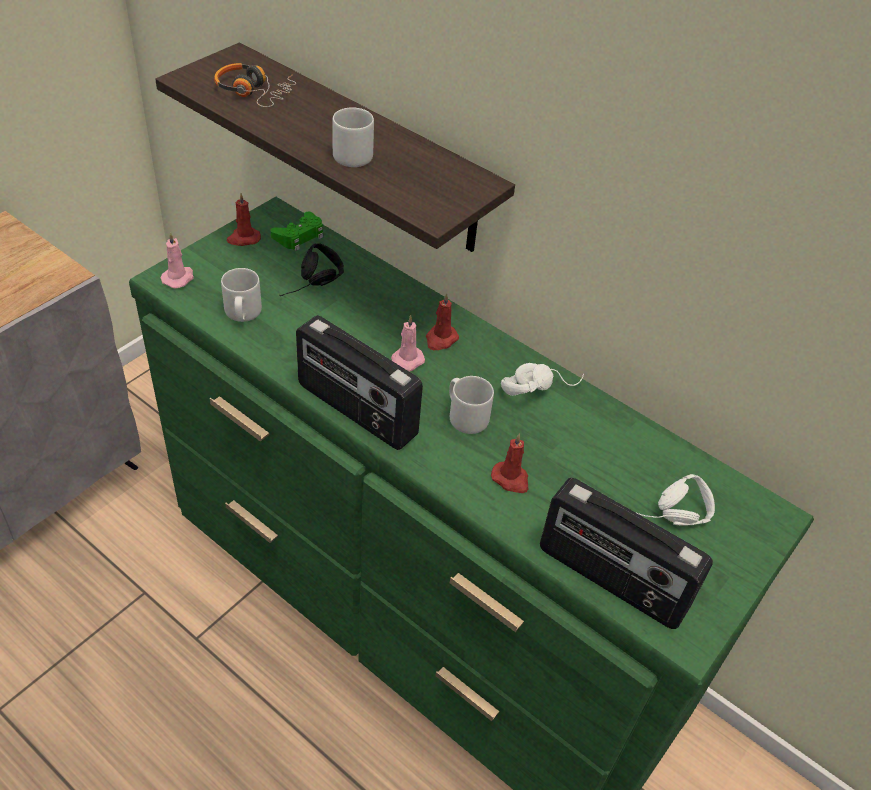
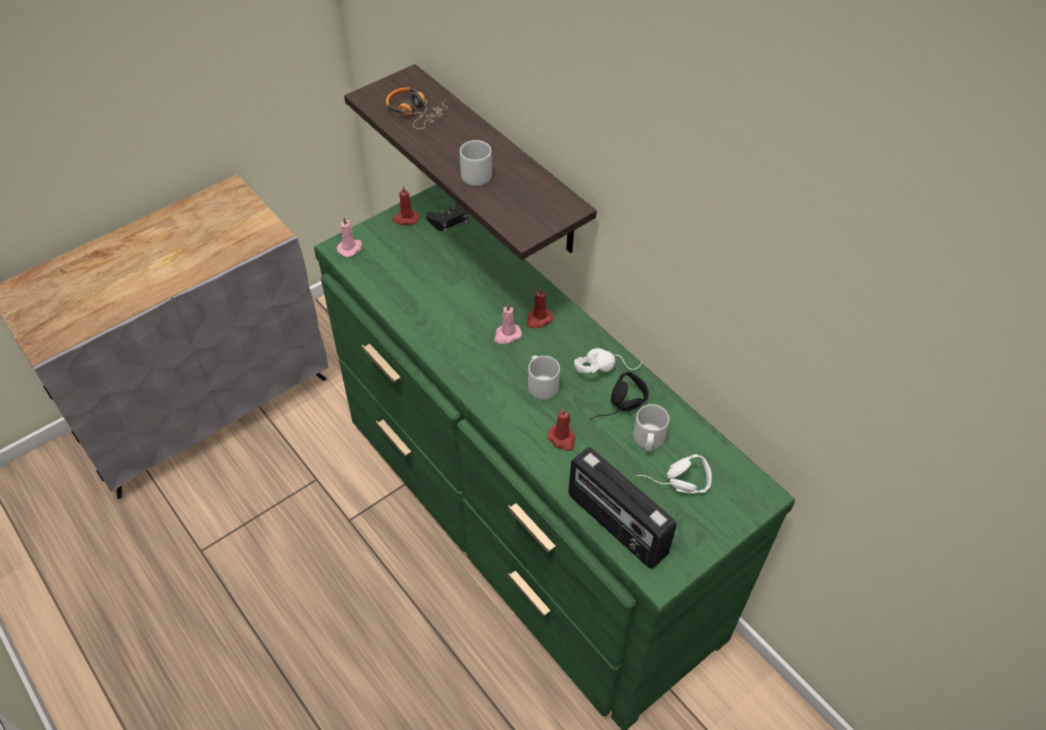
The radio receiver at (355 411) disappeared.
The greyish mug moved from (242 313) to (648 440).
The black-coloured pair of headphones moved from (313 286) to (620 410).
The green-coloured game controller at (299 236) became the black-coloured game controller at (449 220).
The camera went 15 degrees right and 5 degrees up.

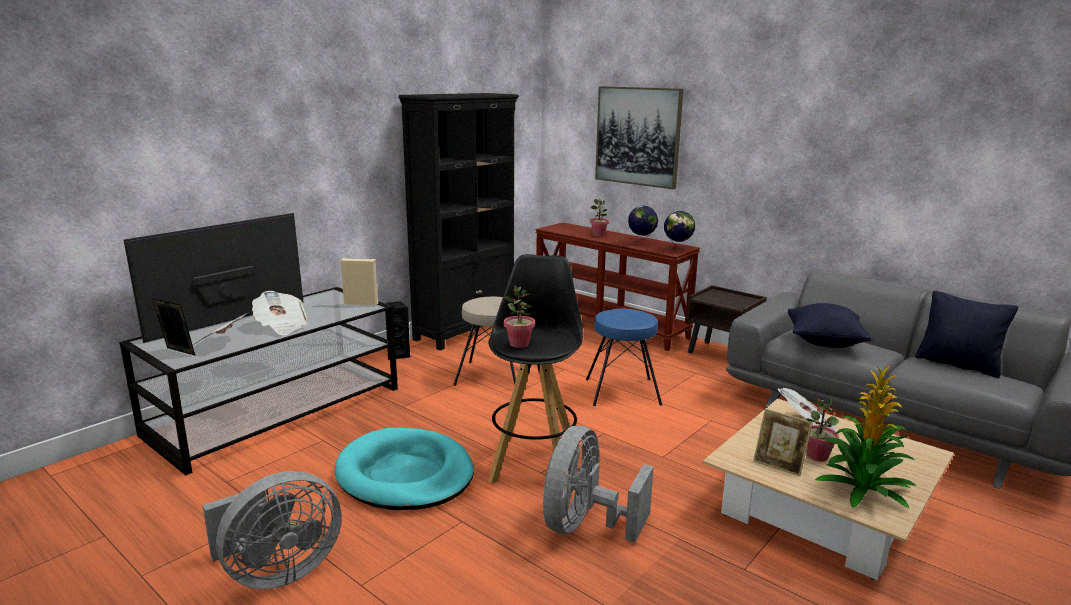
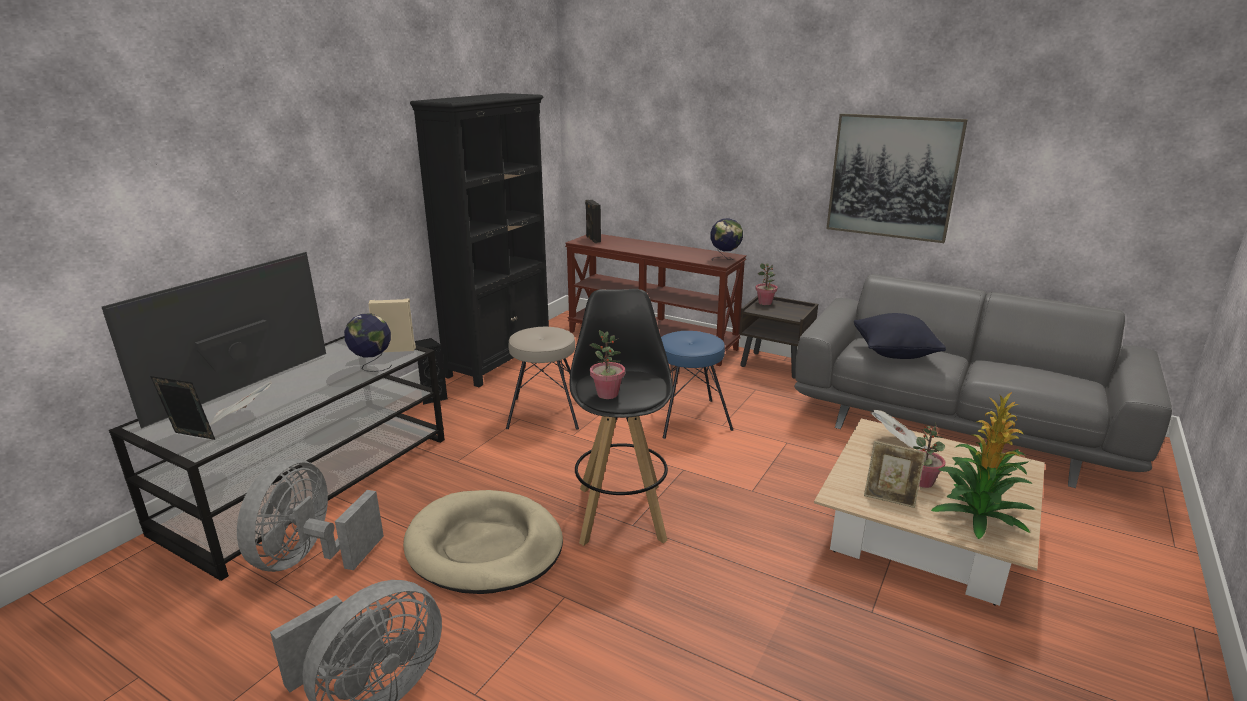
The newspaper at (281 326) disappeared.
The black-coloured pillow at (957 364) disappeared.
The black-coloured audio speaker at (592 239) appeared.
The greyish fan moved from (585 525) to (310 558).
The houseplant moved from (599 235) to (765 303).
The wall art moved from (638 136) to (892 177).
The globe moved from (641 243) to (372 366).
The blue-green dog cushion at (405 474) became the beige dog cushion at (484 546).
The camera went 10 degrees left and 5 degrees up.

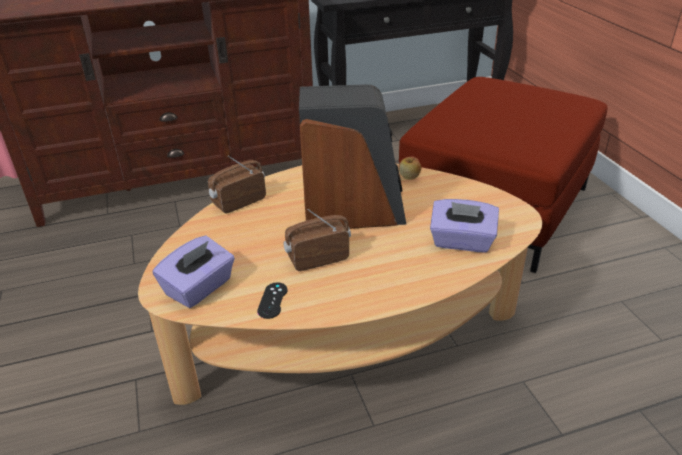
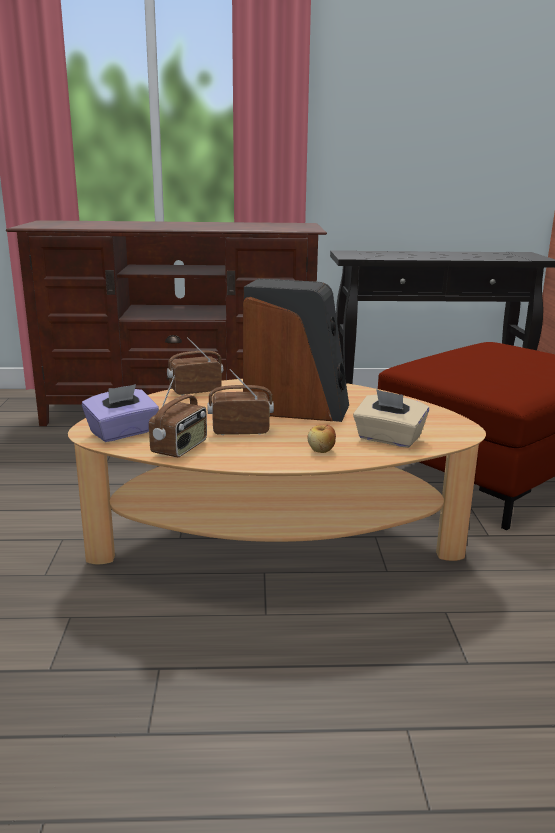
The whole apple moved from (409 177) to (321 450).
The black-coloured game controller at (272 300) was replaced by the radio receiver at (180 448).
The purple box of tissues at (461 242) became the beige box of tissues at (388 439).
The camera went 15 degrees right and 15 degrees down.

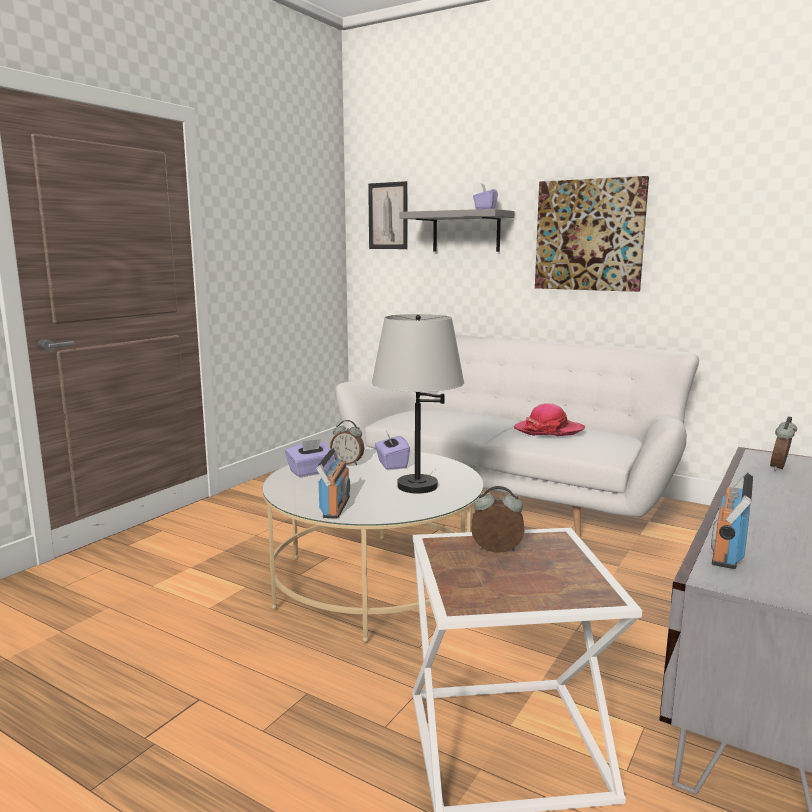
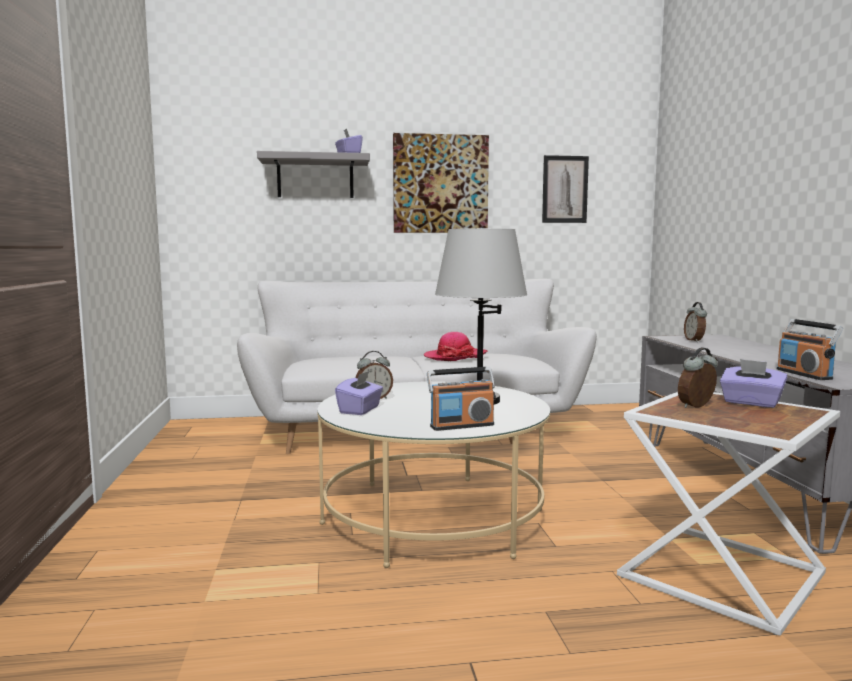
The wall art moved from (388 216) to (565 189).
The purple box of tissues moved from (391 464) to (751 403).
The radio receiver at (335 507) turned 105 degrees clockwise.
The camera went 40 degrees left and 5 degrees down.

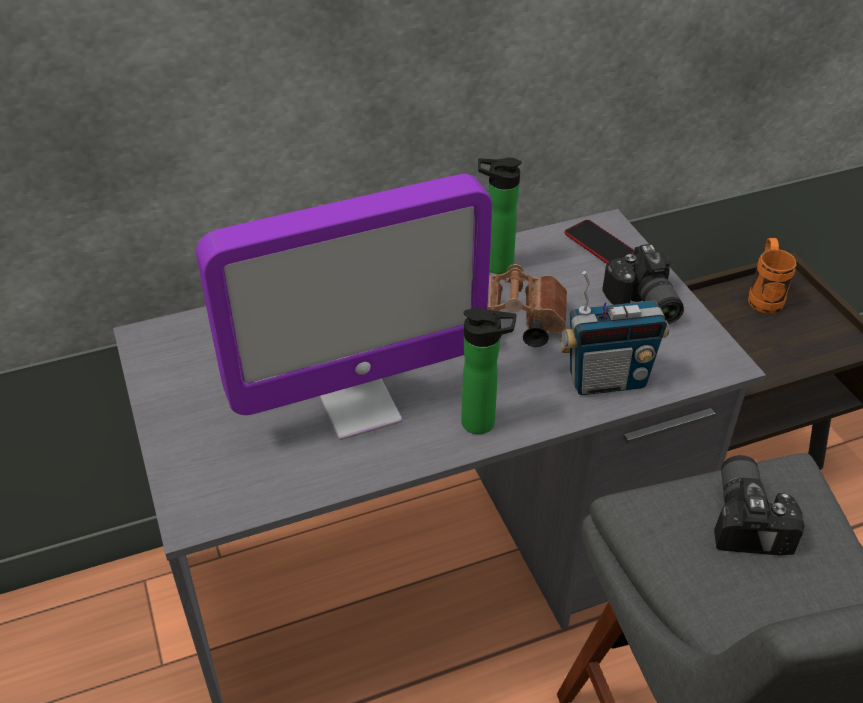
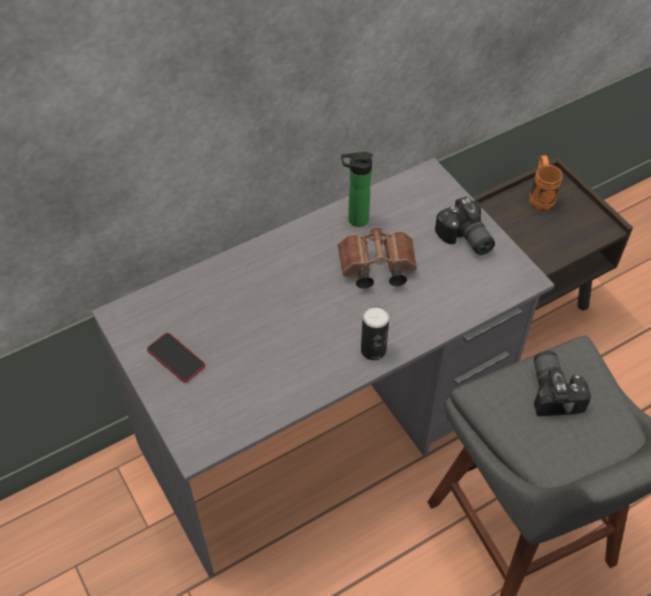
The monitor at (359 406) disappeared.
The radio receiver at (606 380) disappeared.
The handset moved from (599 244) to (176 358).
The beverage bottle at (483 423) was replaced by the metal can at (373 350).
The camera went 10 degrees left and 10 degrees up.

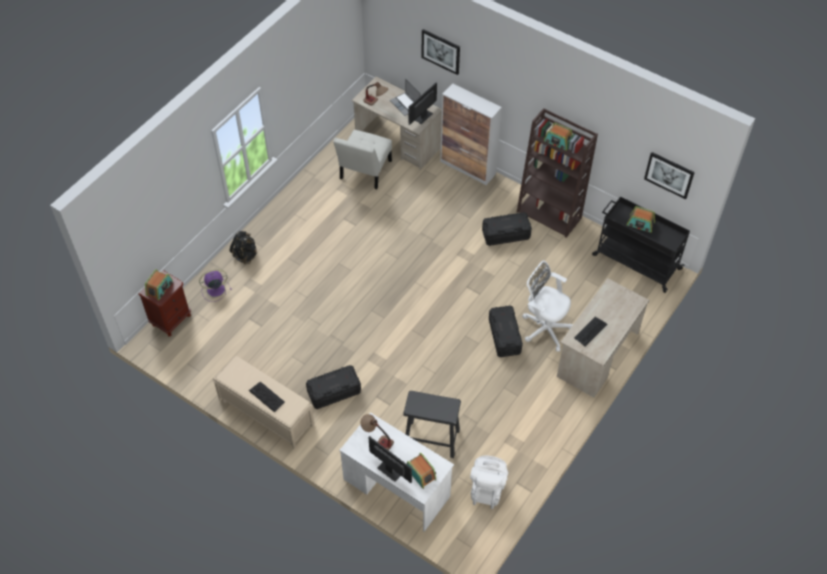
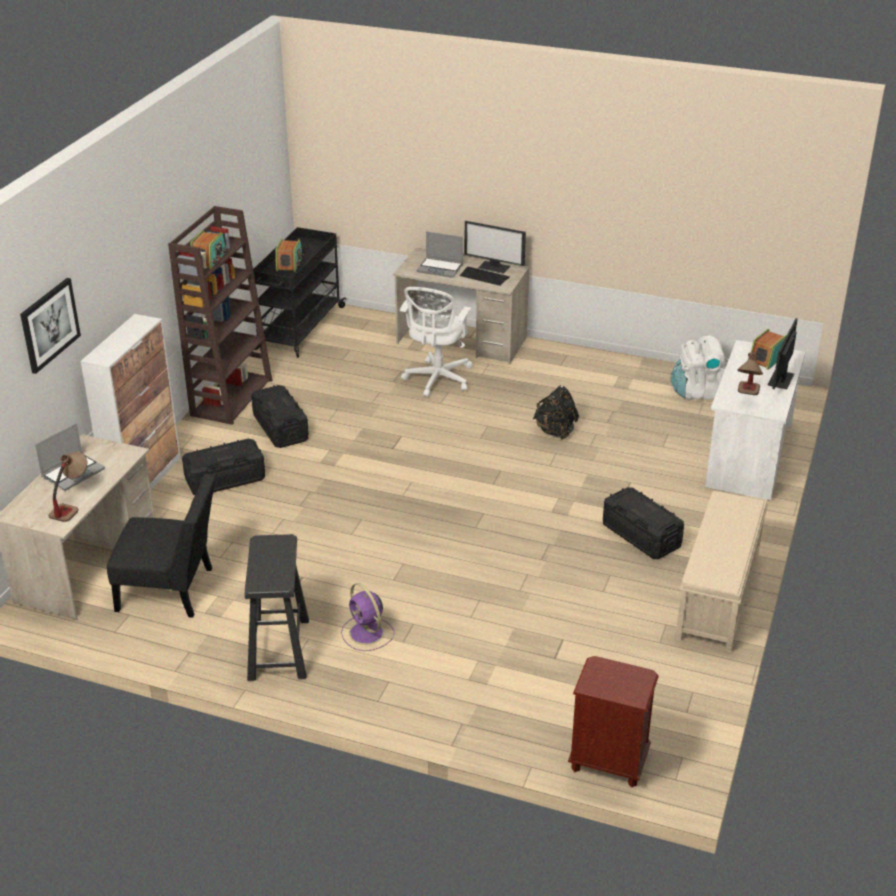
The radio receiver at (159 288) disappeared.
The keyboard at (266 397) disappeared.
The wall art at (669 175) disappeared.
The portable computer at (440 268) appeared.
The purple fan moved from (215 290) to (367 634).
The black-coloured knapsack moved from (245 255) to (555 431).
The black-coloured stool seat moved from (432 439) to (279 649).
The monitor moved from (422 116) to (494 267).
The black-coloured storage box moved from (504 336) to (225 479).
The white-coloured upright chair at (364 172) became the black-coloured upright chair at (171 591).
The camera went 105 degrees left and 20 degrees down.

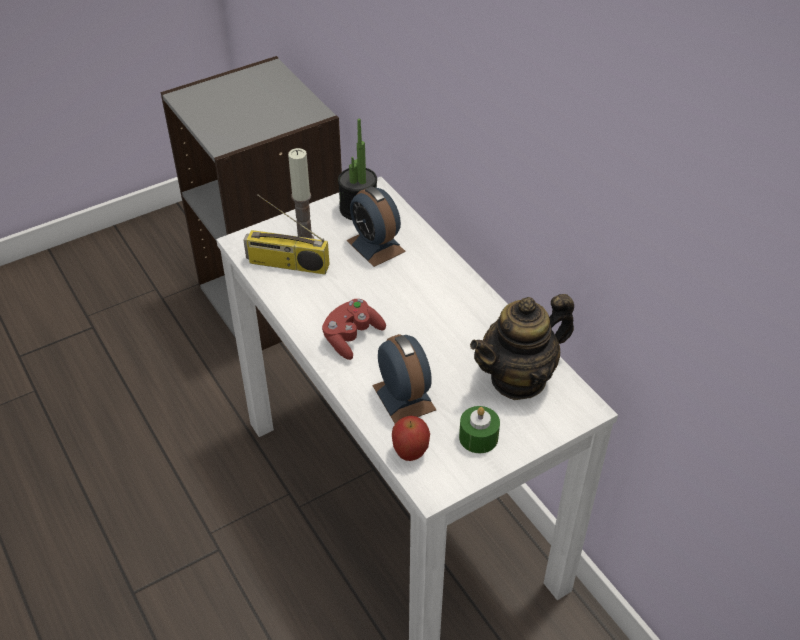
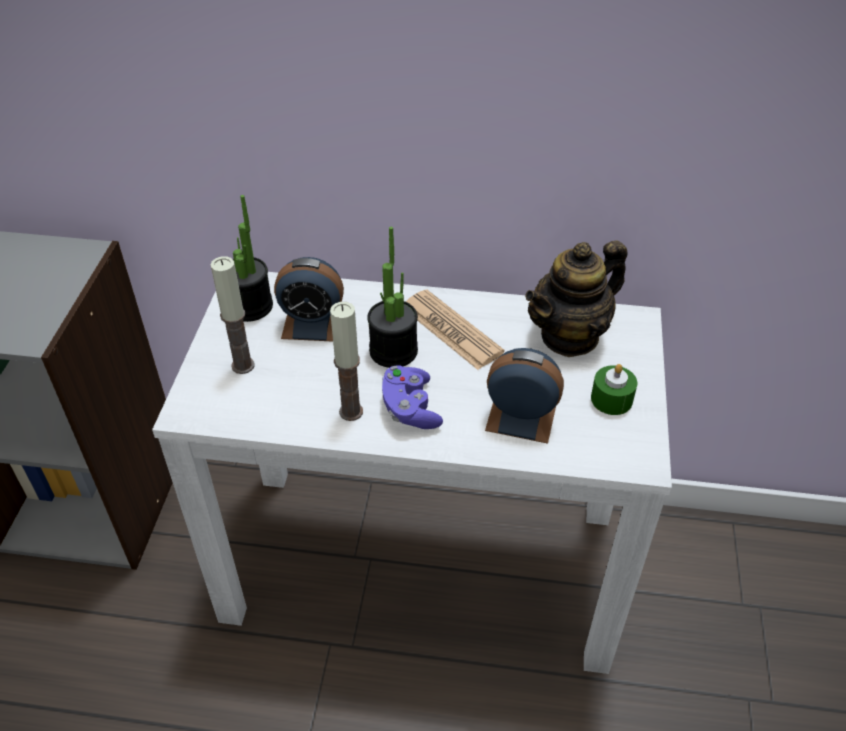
The radio receiver at (287 264) disappeared.
The whole apple at (410 453) disappeared.
The wax light at (351 411) appeared.
The houseplant at (393 351) appeared.
The newspaper at (451 330) appeared.
The reddish game controller at (352 337) became the purple game controller at (410 409).
The teapot at (518 378) turned 45 degrees clockwise.
The camera went 50 degrees left and 0 degrees up.

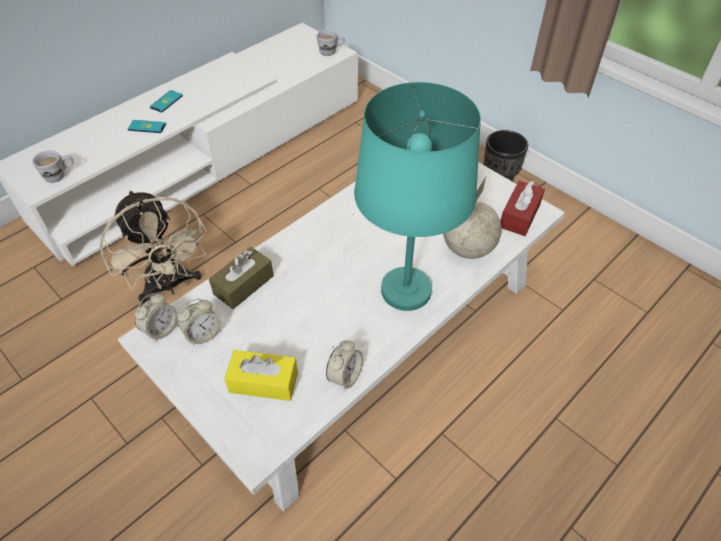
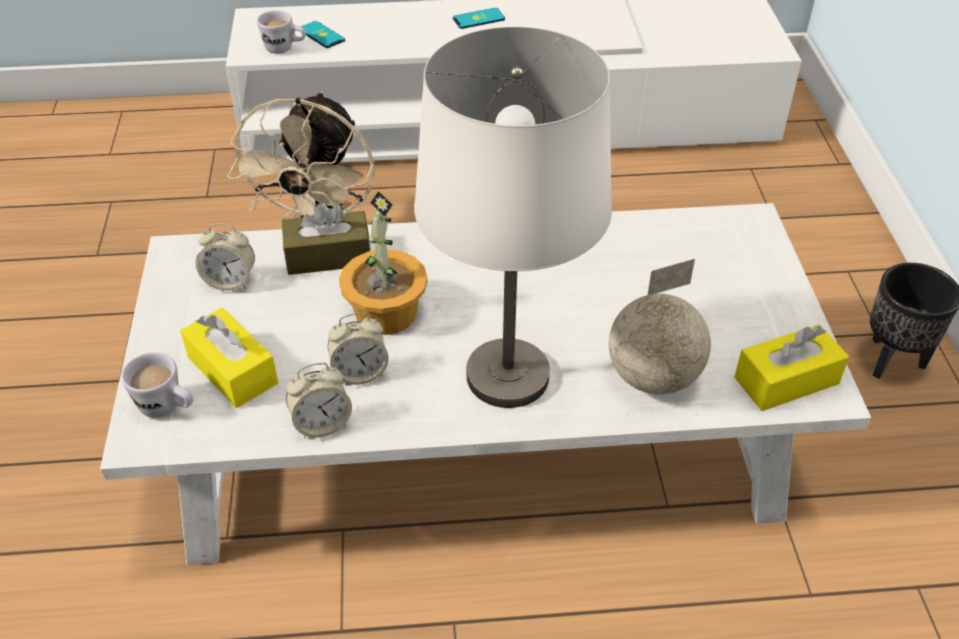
The houseplant at (385 312) appeared.
The handset moved from (147 127) to (321 35).
The bedside clock moved from (161 329) to (360 373).
The white-coloured mug moved from (331 52) to (168 408).
The blue-green table lamp at (406 290) became the white-coloured table lamp at (508 375).
The reddish box of tissues at (519 216) became the yellowish box of tissues at (786 380).
The camera went 40 degrees right and 5 degrees down.

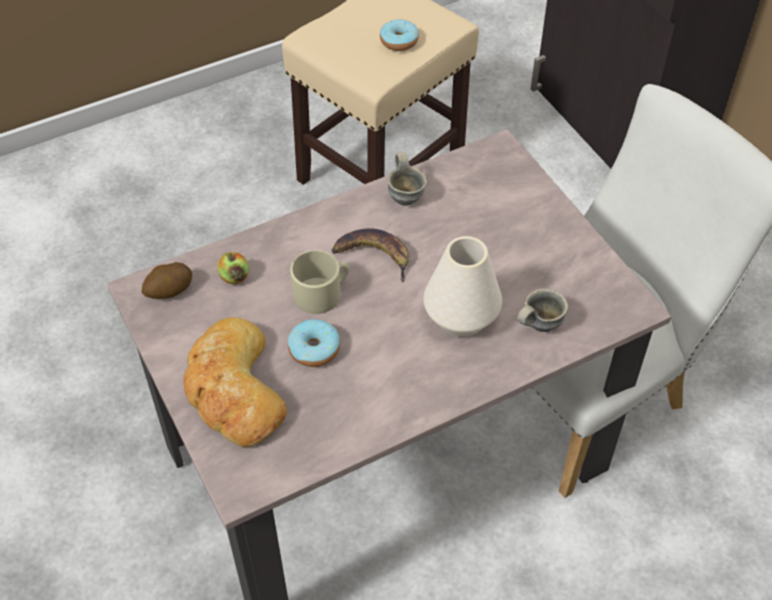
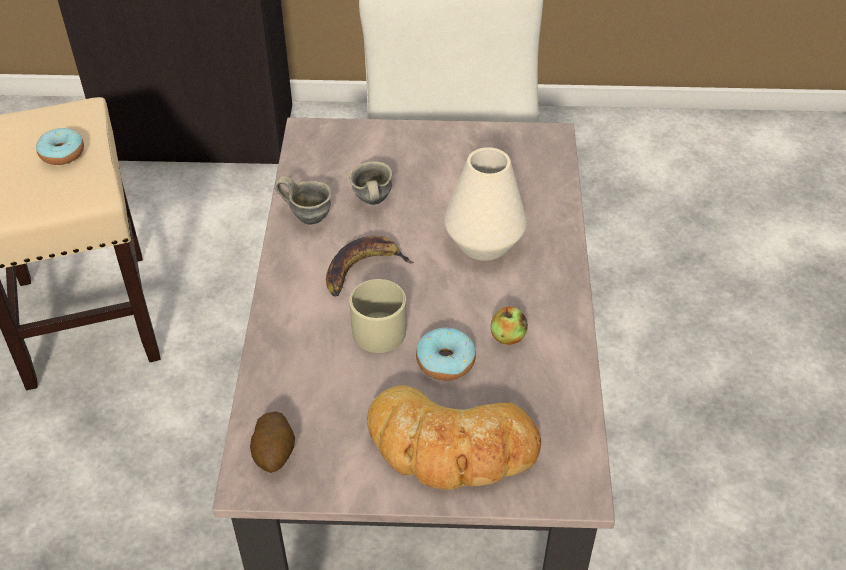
The whole apple moved from (234 277) to (507 336).
The greyish mug moved from (538 324) to (370 202).
The camera went 60 degrees left and 5 degrees down.

